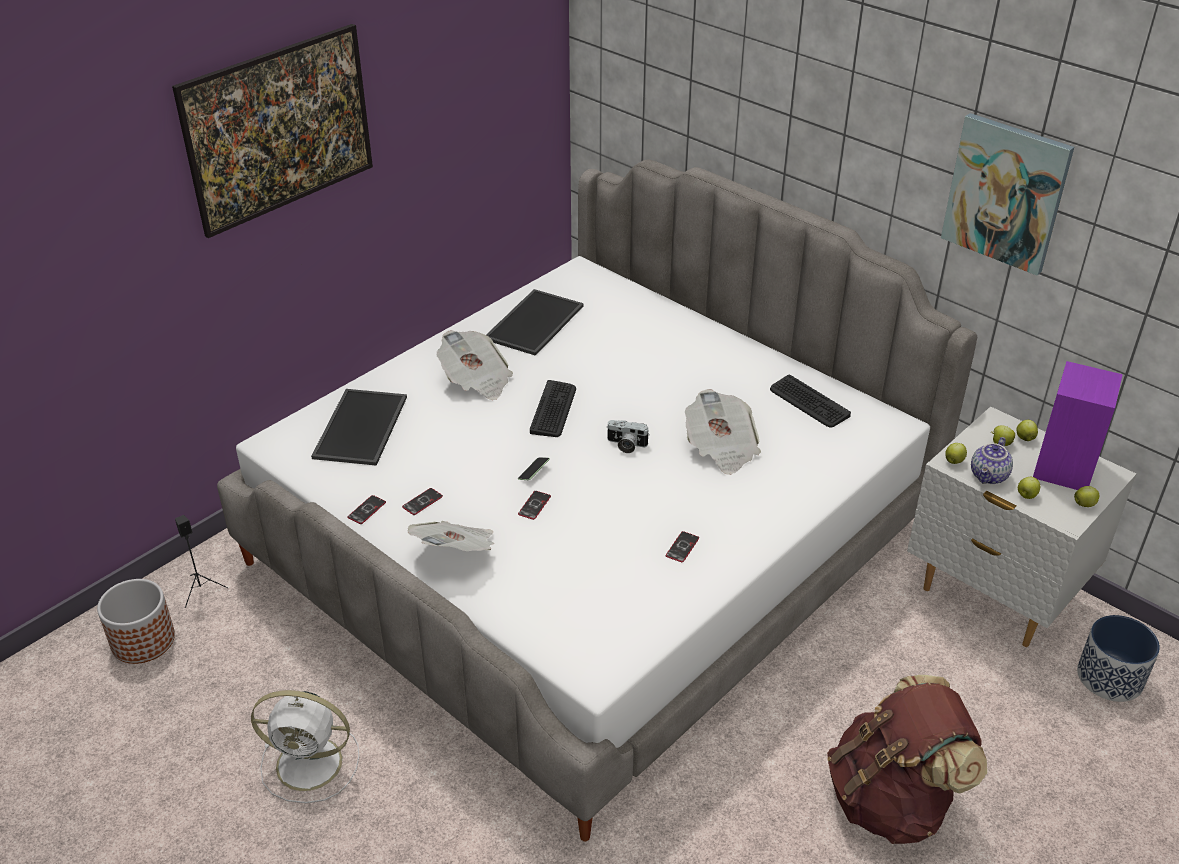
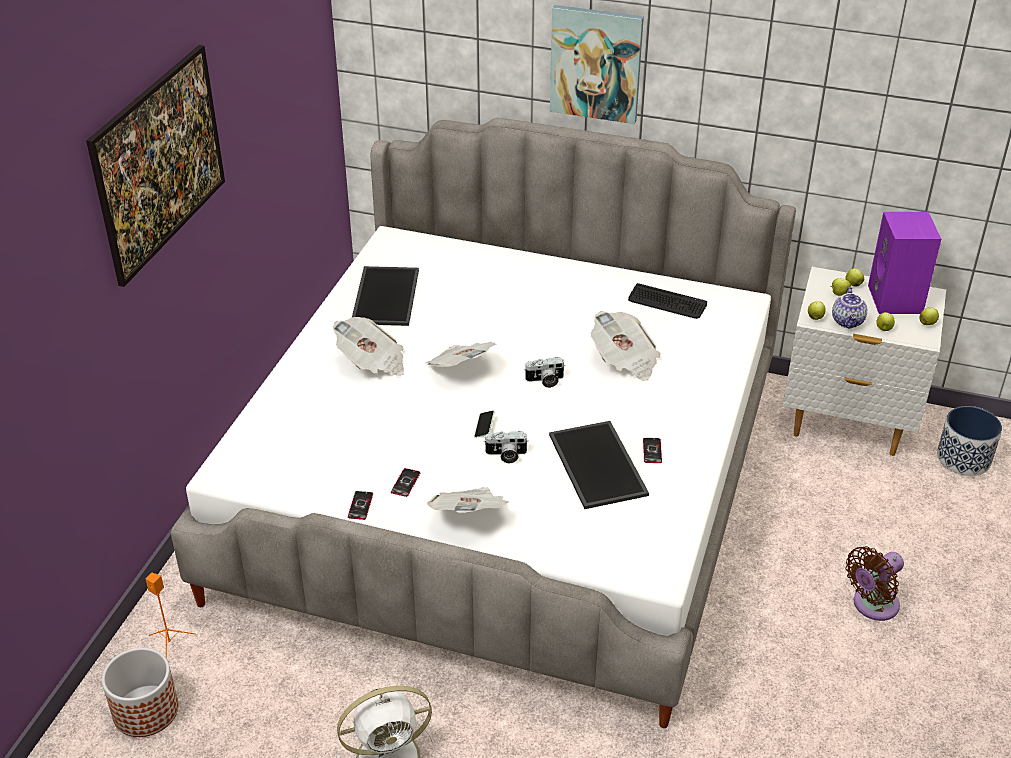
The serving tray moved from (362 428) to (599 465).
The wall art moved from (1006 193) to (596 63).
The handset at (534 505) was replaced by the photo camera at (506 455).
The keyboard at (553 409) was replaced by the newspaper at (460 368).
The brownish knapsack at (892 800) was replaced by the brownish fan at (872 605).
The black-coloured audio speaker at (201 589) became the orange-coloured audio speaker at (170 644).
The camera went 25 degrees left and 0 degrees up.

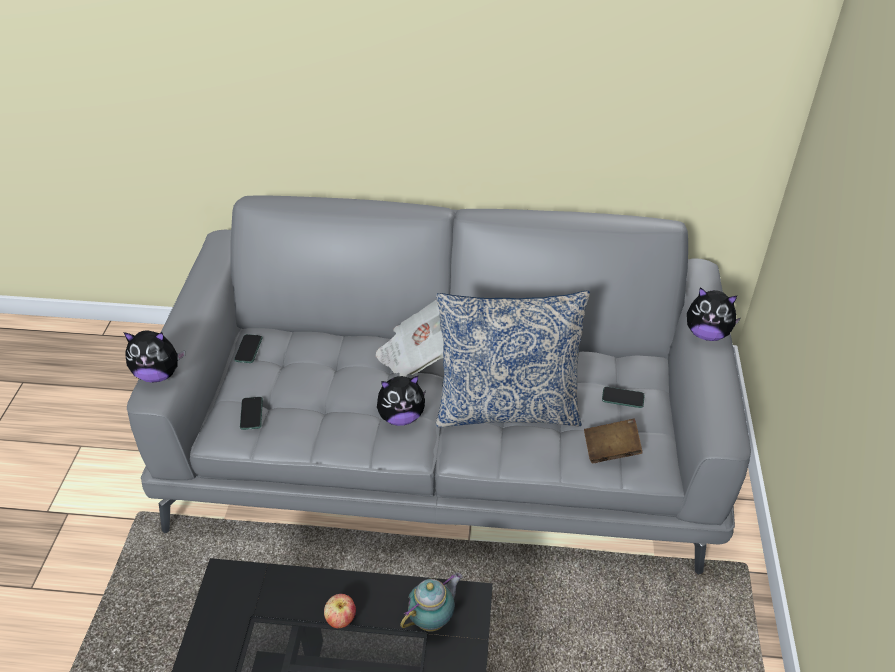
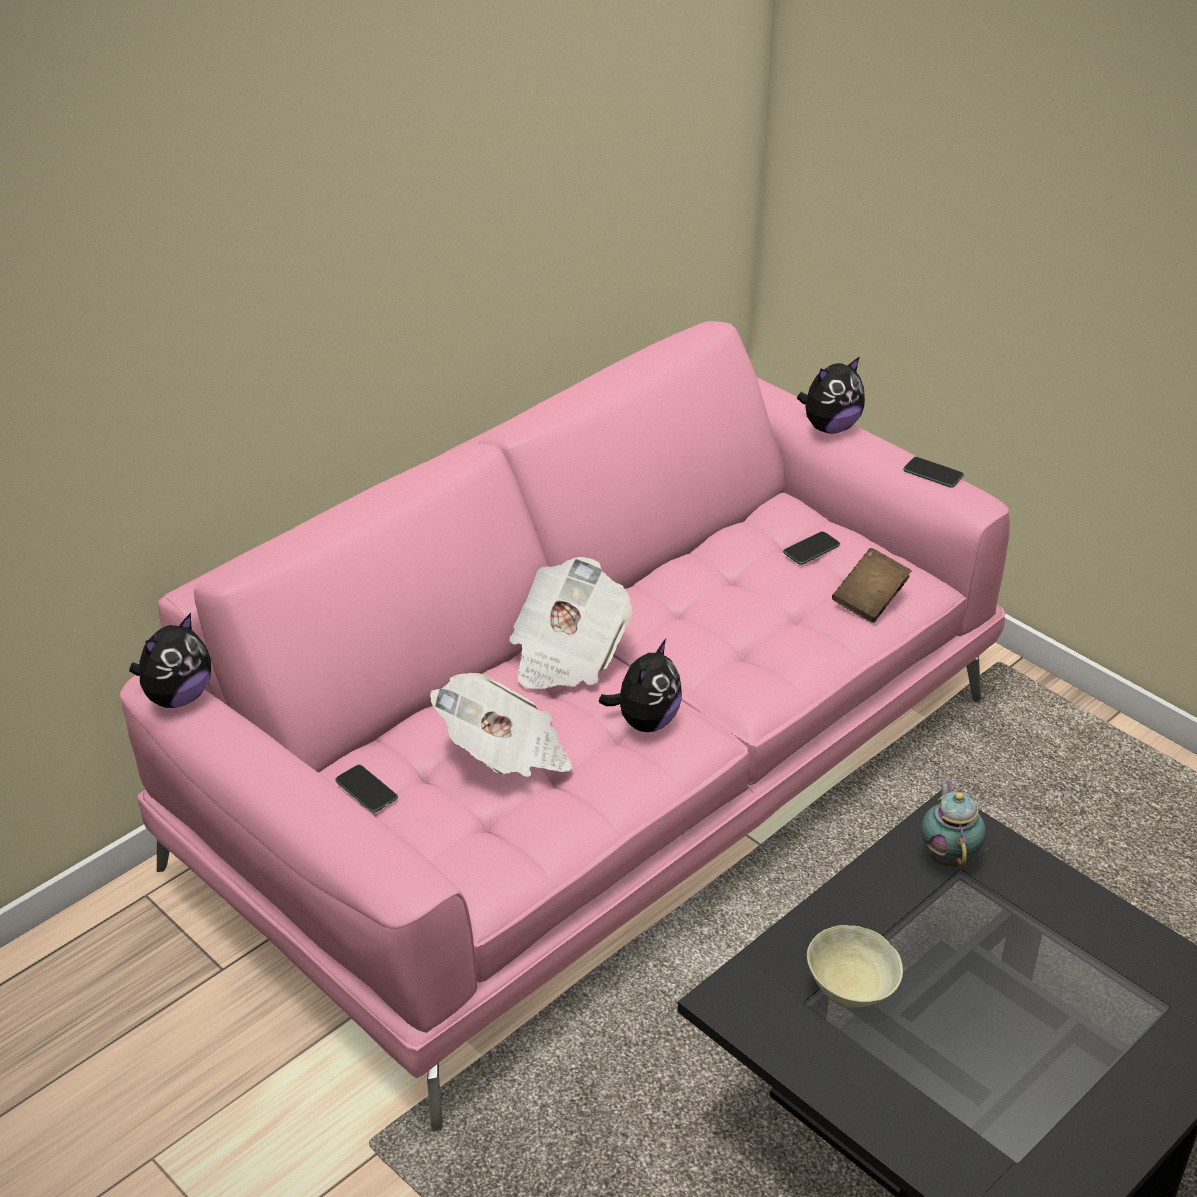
The whole apple at (341 619) disappeared.
The pillow at (507 408) disappeared.
The newspaper at (505 754) appeared.
The beige bowl at (851 992) appeared.
The soft toy moved from (158 374) to (177 697).
The handset moved from (251 414) to (933 473).
The greyish couch at (447 443) became the pink couch at (598 778).
The camera went 50 degrees left and 5 degrees down.

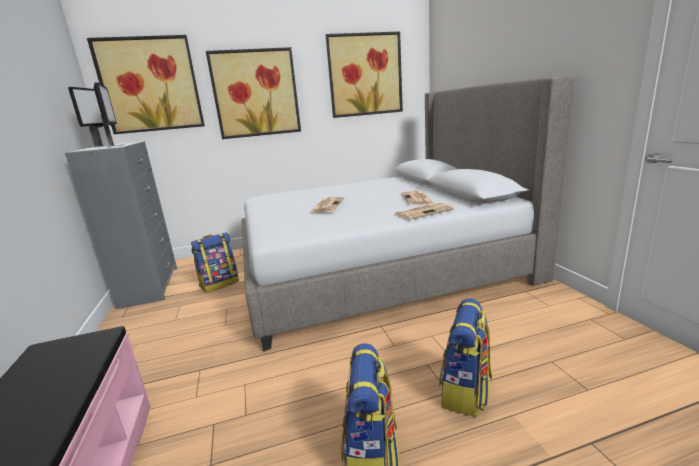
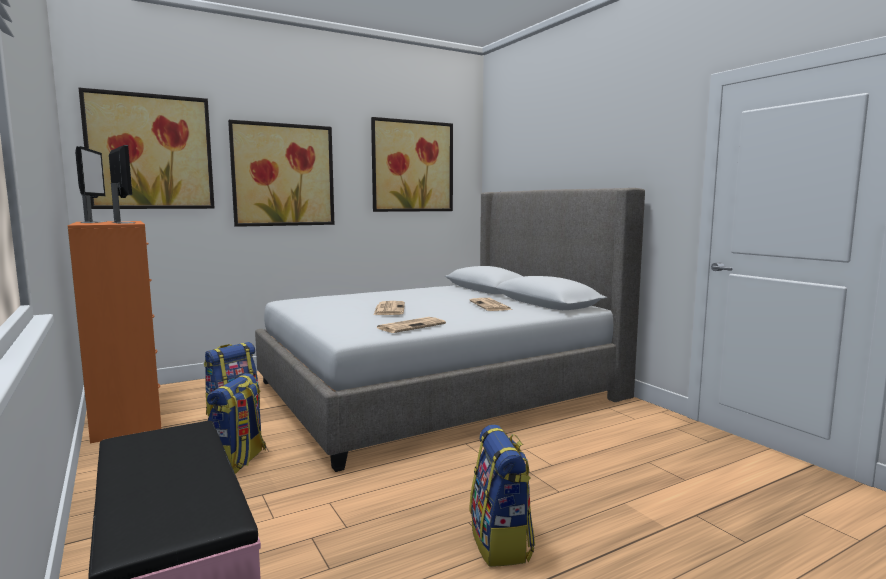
The newspaper moved from (424 212) to (411 326).
The knapsack moved from (465 392) to (238 462).
The greyish chest of drawers at (150 286) became the orange-coloured chest of drawers at (126 417).
The camera went 15 degrees left and 10 degrees down.

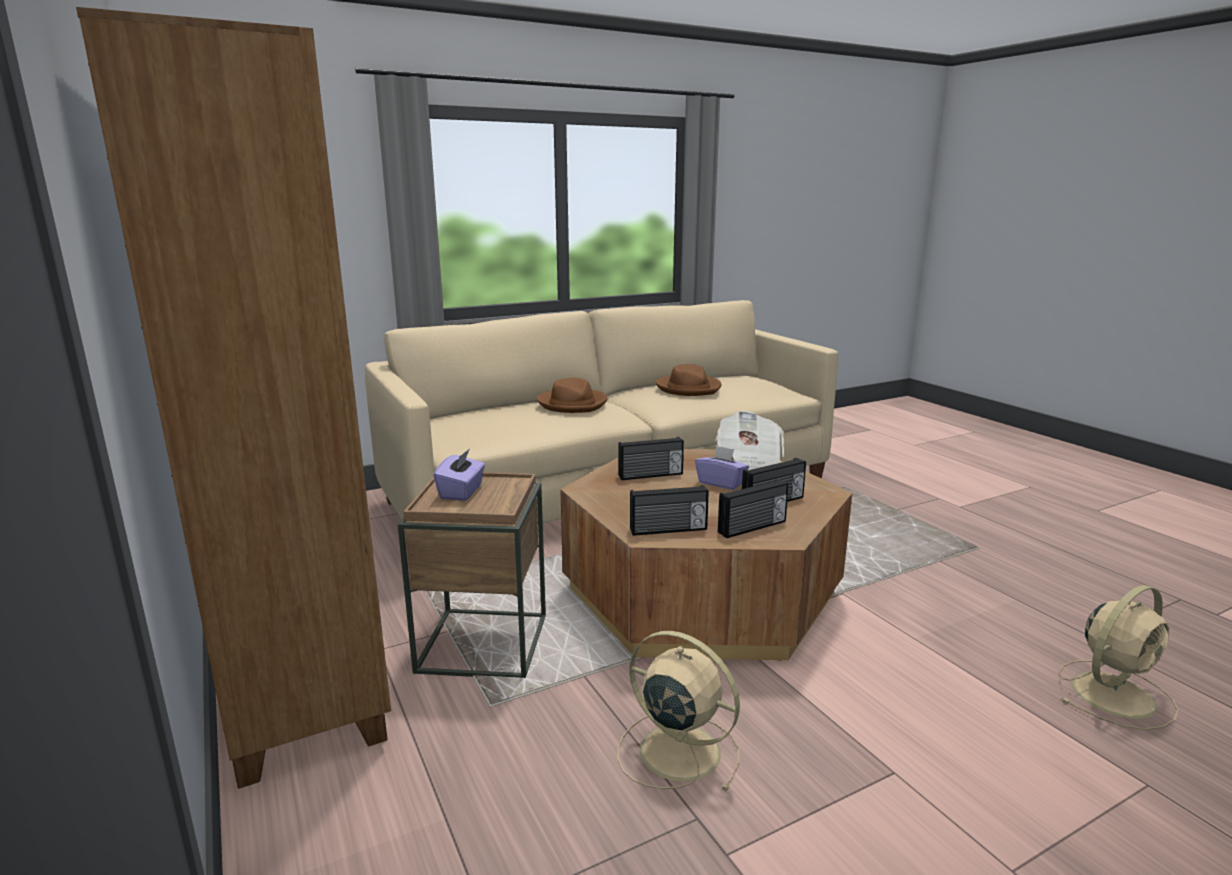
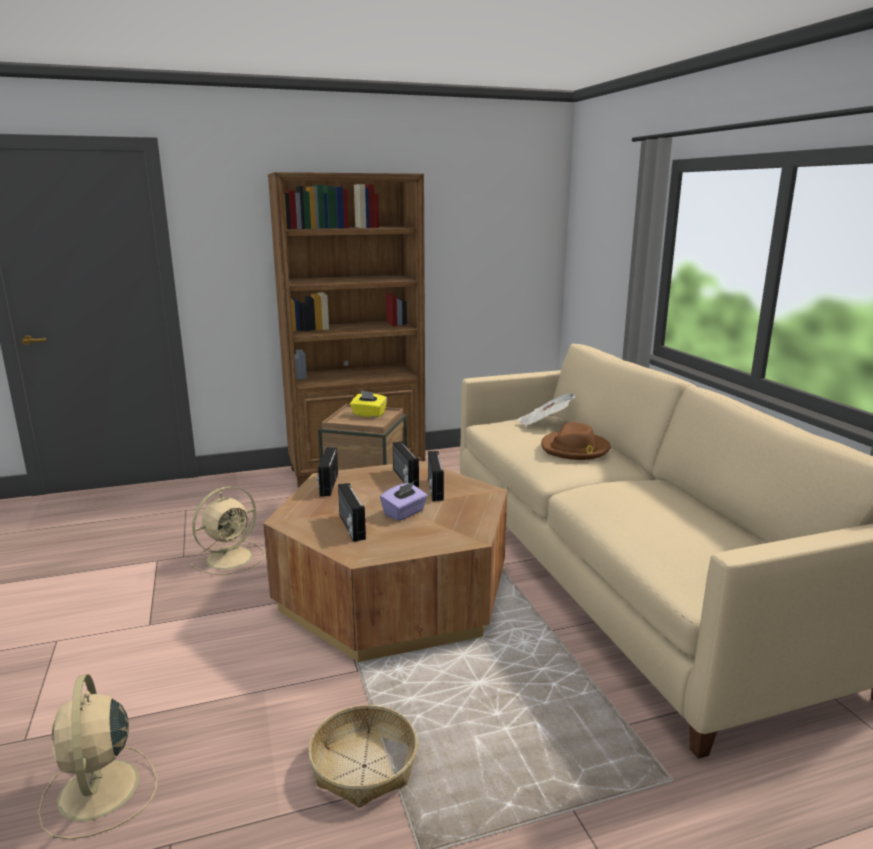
The brownish clothing hat at (688 388) disappeared.
The storage basket at (363 766) appeared.
The newspaper moved from (749 460) to (544 424).
The radio receiver moved from (753 527) to (404 478).
The purple box of tissues at (462 492) became the yellowish box of tissues at (368 414).
The camera went 100 degrees right and 0 degrees up.

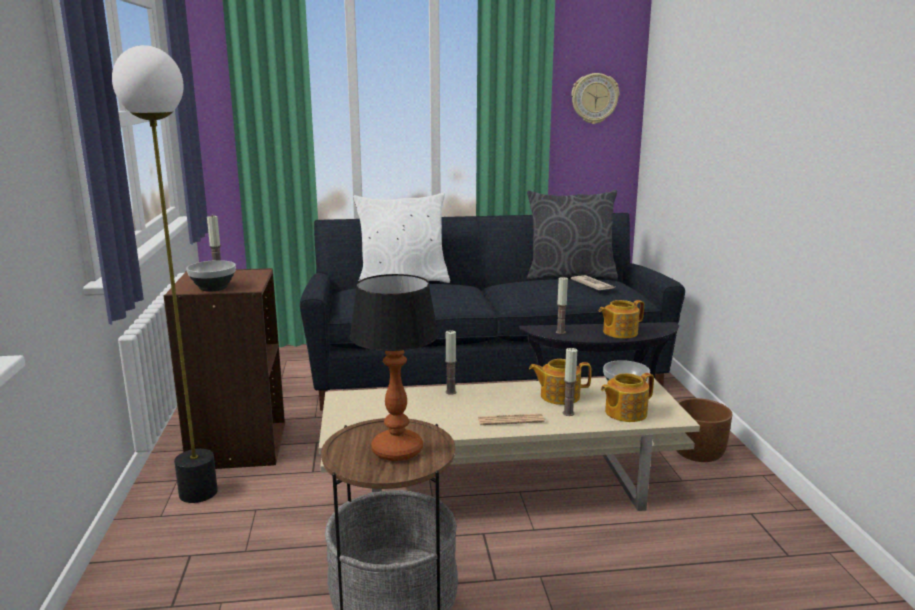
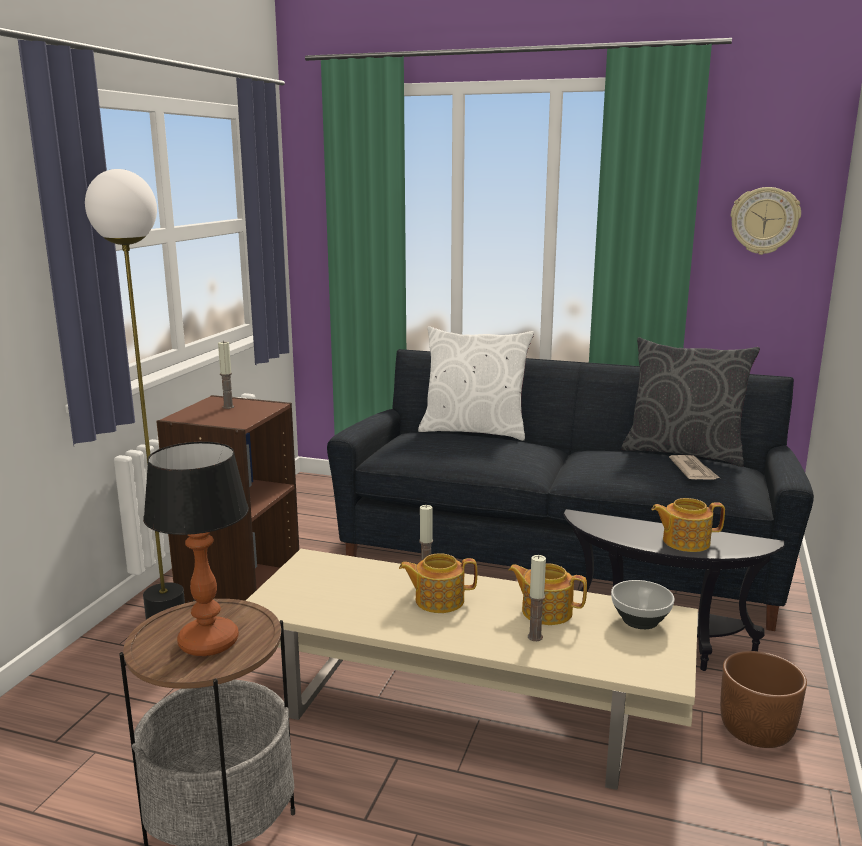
The bowl at (212 288) disappeared.
The newspaper at (510 420) disappeared.
The wax light at (560 332) disappeared.
The teapot moved from (624 413) to (438 600).
The camera went 25 degrees right and 0 degrees up.

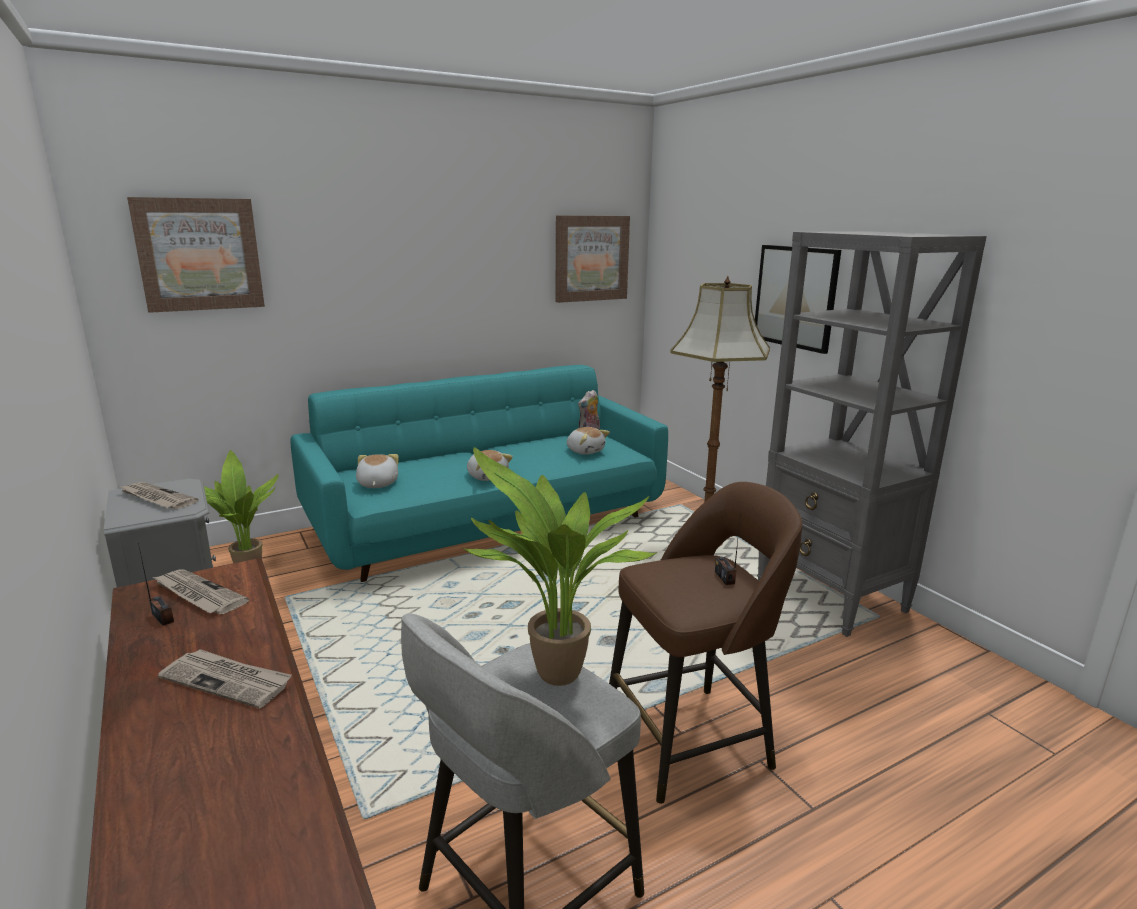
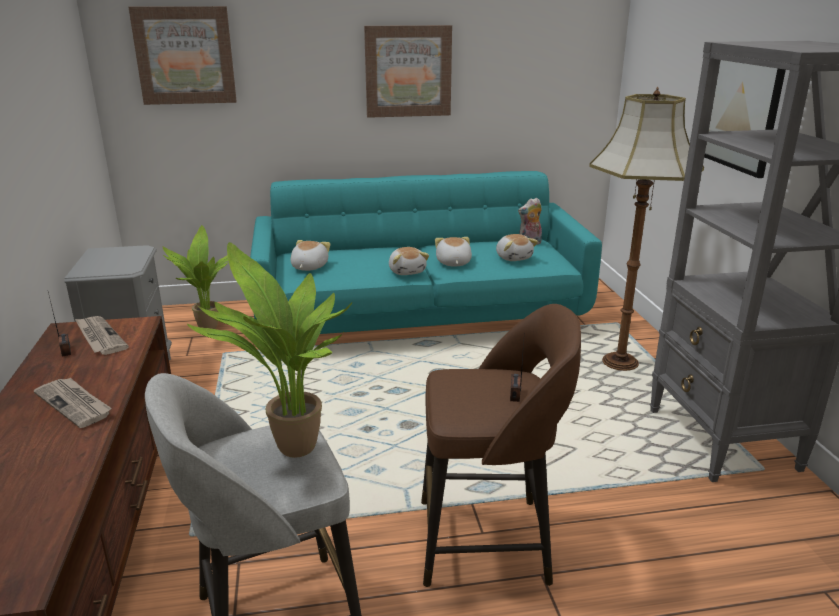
The newspaper at (156 498) disappeared.
The soft toy at (453 263) appeared.
The wall art moved from (591 258) to (408 71).
The camera went 20 degrees right and 5 degrees up.

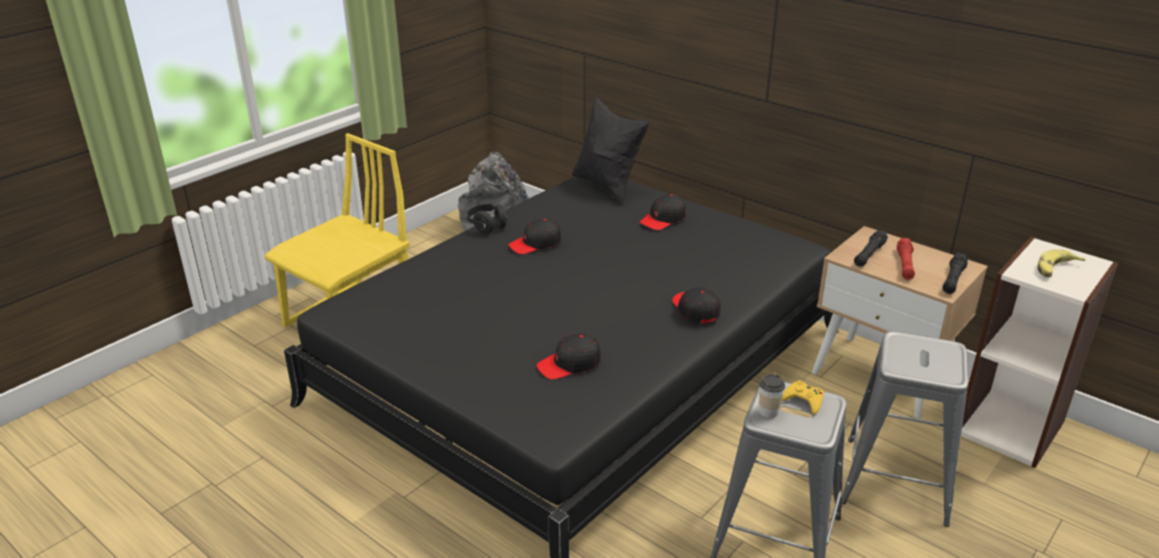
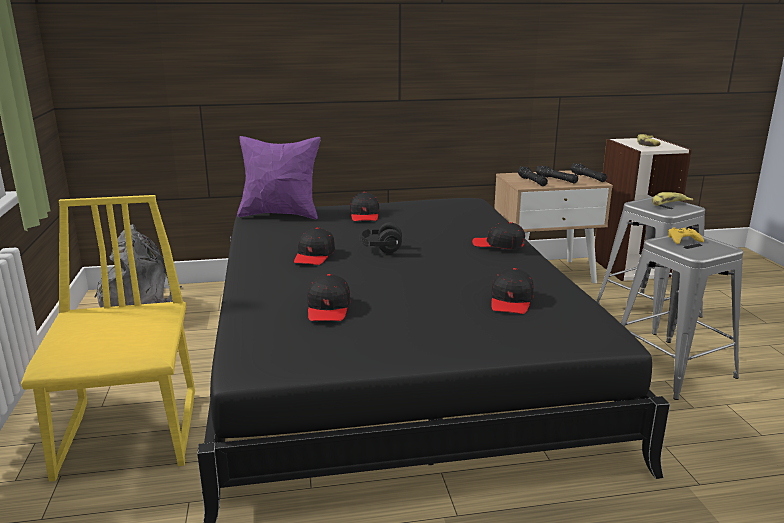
The drinking cup at (768 412) disappeared.
The black-coloured baseball cap at (328 308) appeared.
The banana fruit at (668 204) appeared.
The black-coloured pair of headphones moved from (487 226) to (380 249).
The black-coloured pillow at (608 187) became the purple pillow at (280 214).
The reddish flashlight at (905 265) became the black-coloured flashlight at (556 180).
The camera went 50 degrees left and 10 degrees down.

